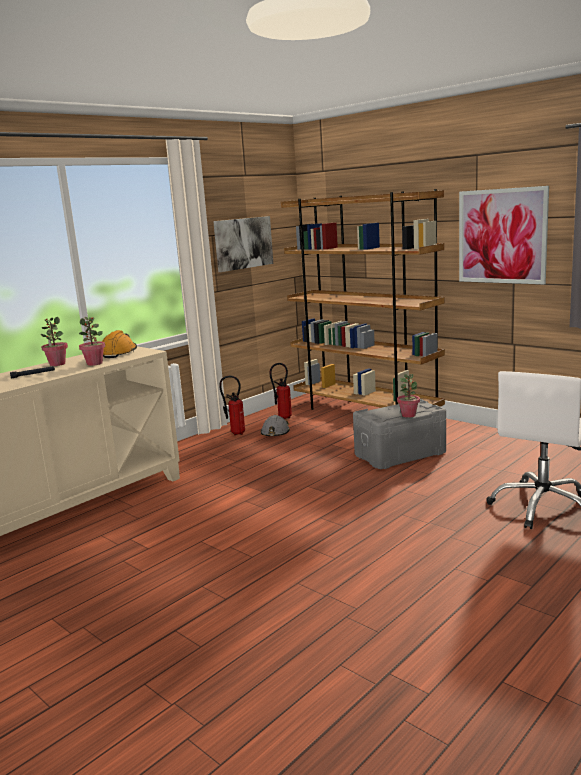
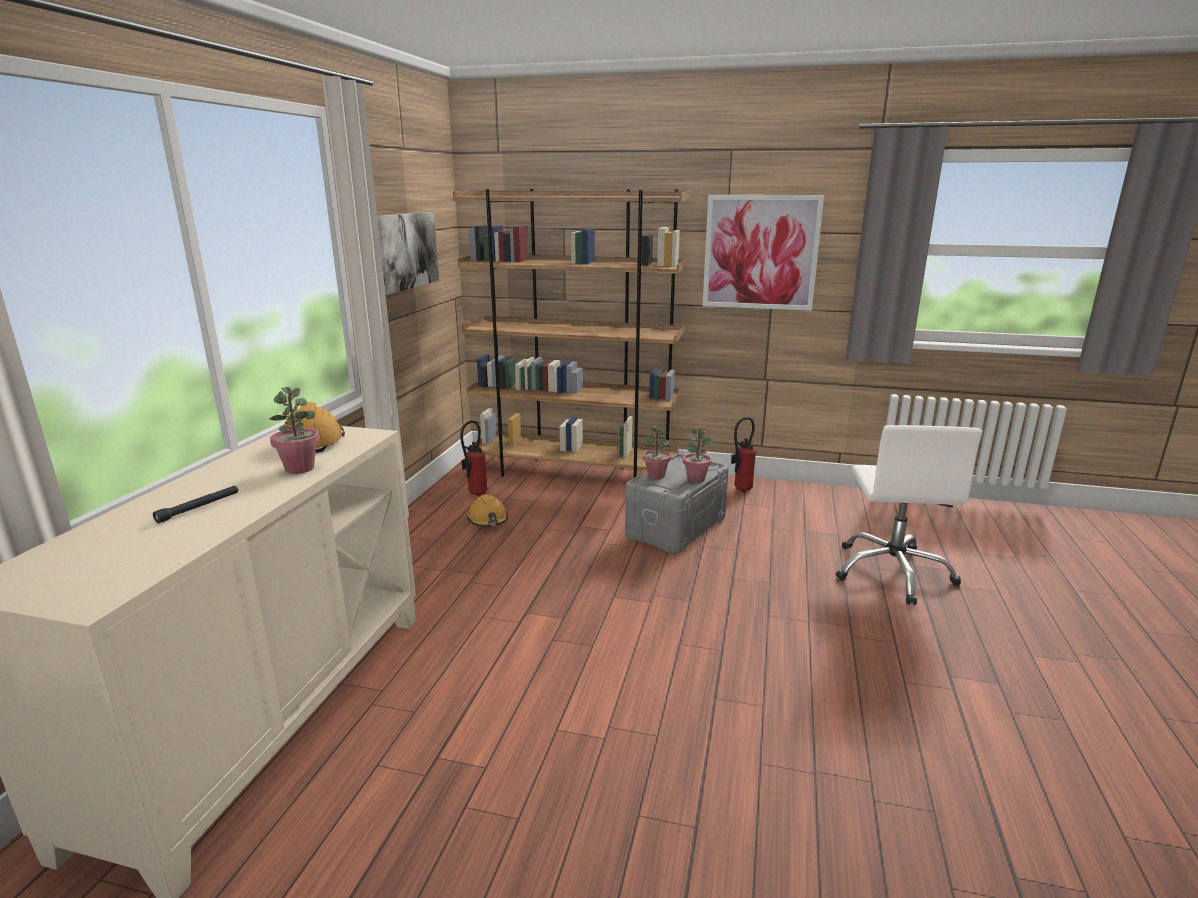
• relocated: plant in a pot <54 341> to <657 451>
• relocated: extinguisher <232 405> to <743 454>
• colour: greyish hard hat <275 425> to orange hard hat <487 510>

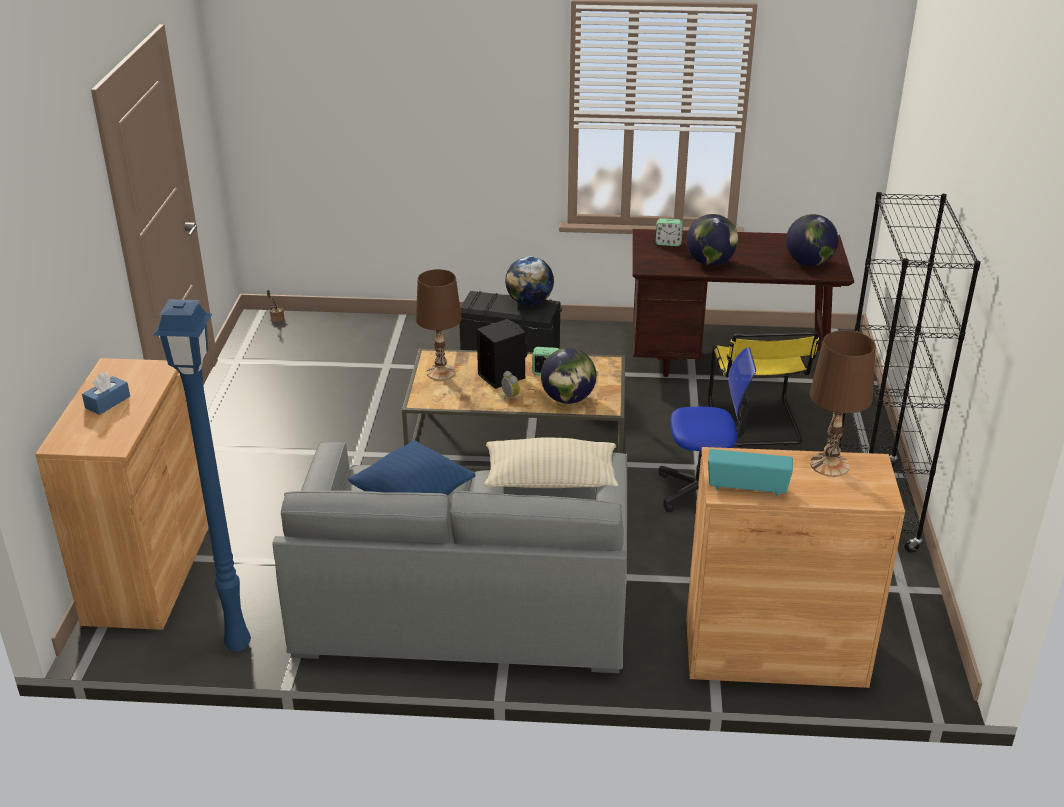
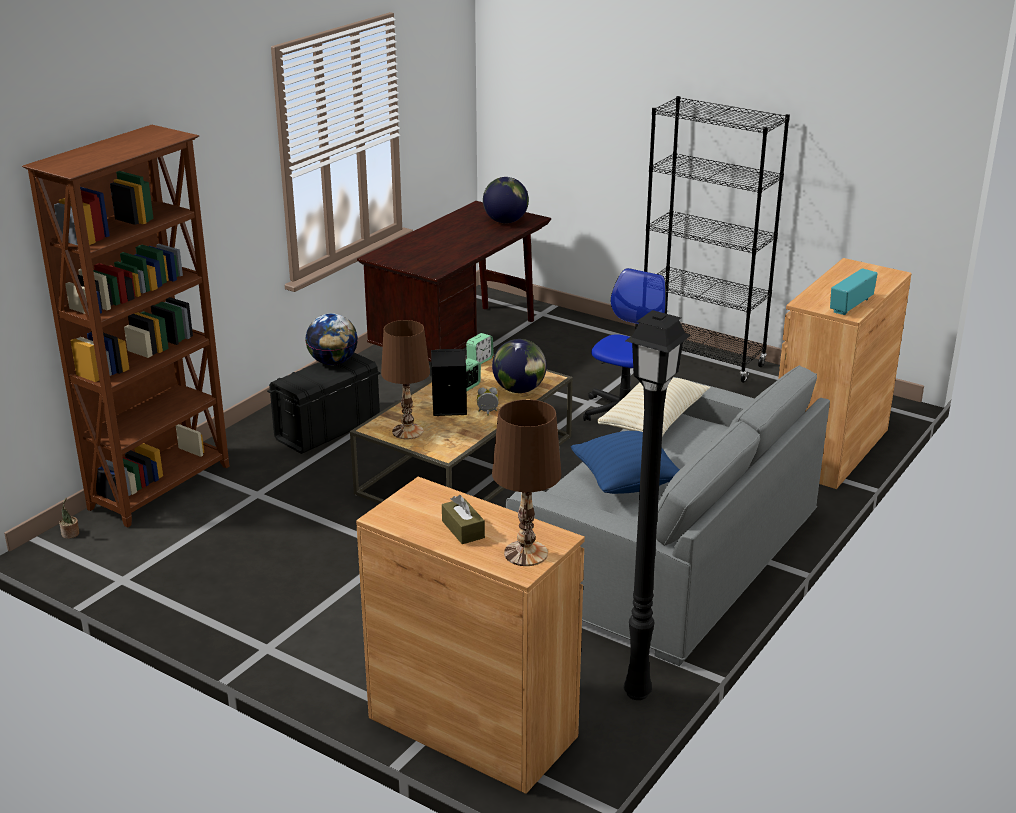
• missing: world globe <712 240>
• missing: yellow-coloured chair <764 389>
• appeared: brown-coloured shelving unit <125 326>
• relocated: bedside clock <669 232> to <480 348>
• relocated: brown-coloured lamp for a table <843 403> to <527 482>
• colour: bluish tissue box <106 393> to brown-coloured tissue box <463 519>
• colour: bluish floor lamp <202 475> to blackish floor lamp <657 505>

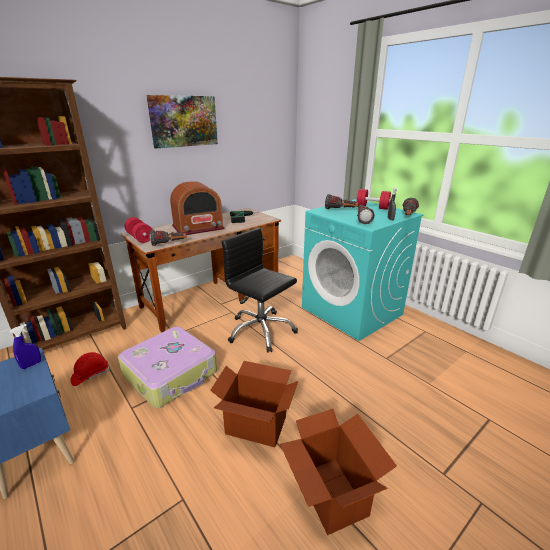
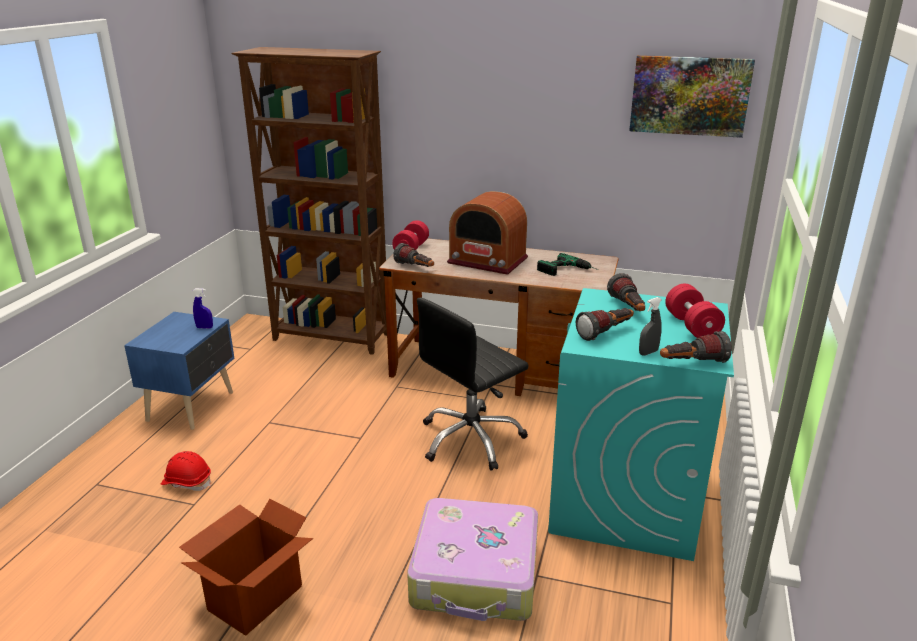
• missing: packing box <254 404>
• relocated: reddish hard hat <90 369> to <186 471>
• relocated: piece of luggage <167 367> to <472 559>
• relocated: wall picture <182 121> to <692 96>
• spun: blackish desk chair <260 290> = <473 384> 135 degrees counterclockwise

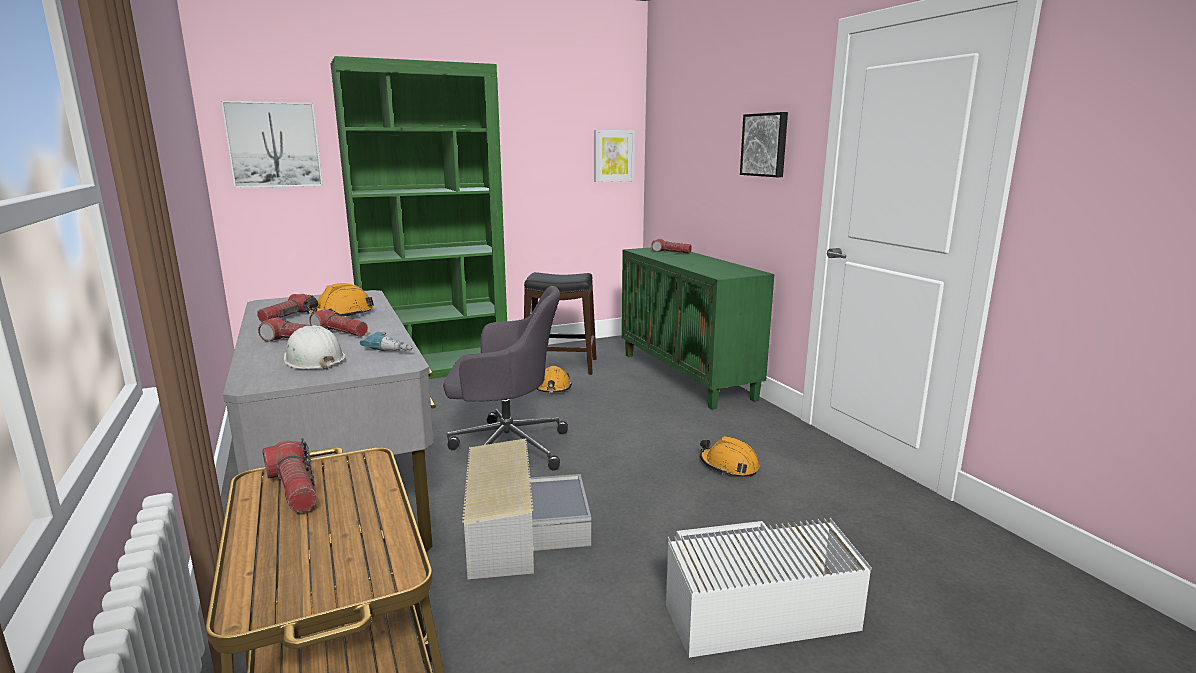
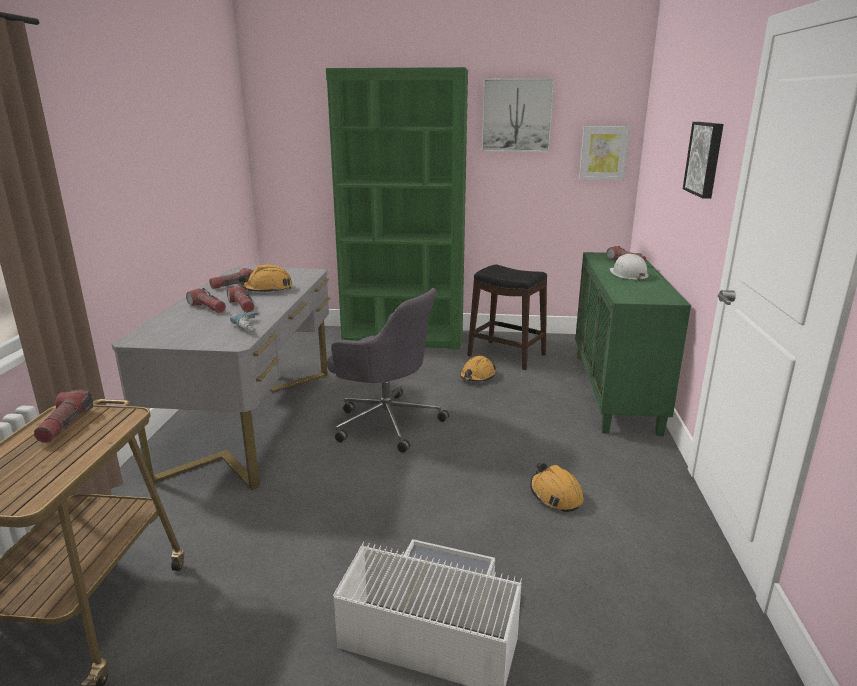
• missing: greyish storage box <526 508>
• relocated: wall picture <272 144> to <518 115>
• relocated: white-coloured hard hat <315 347> to <629 267>

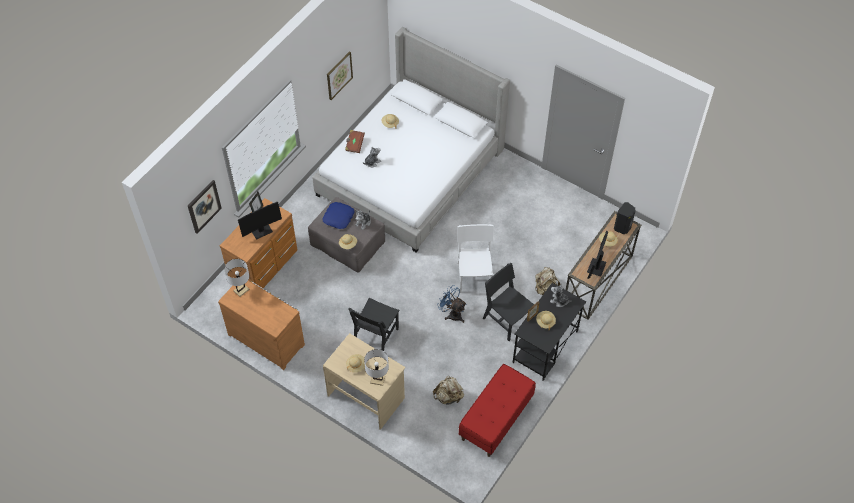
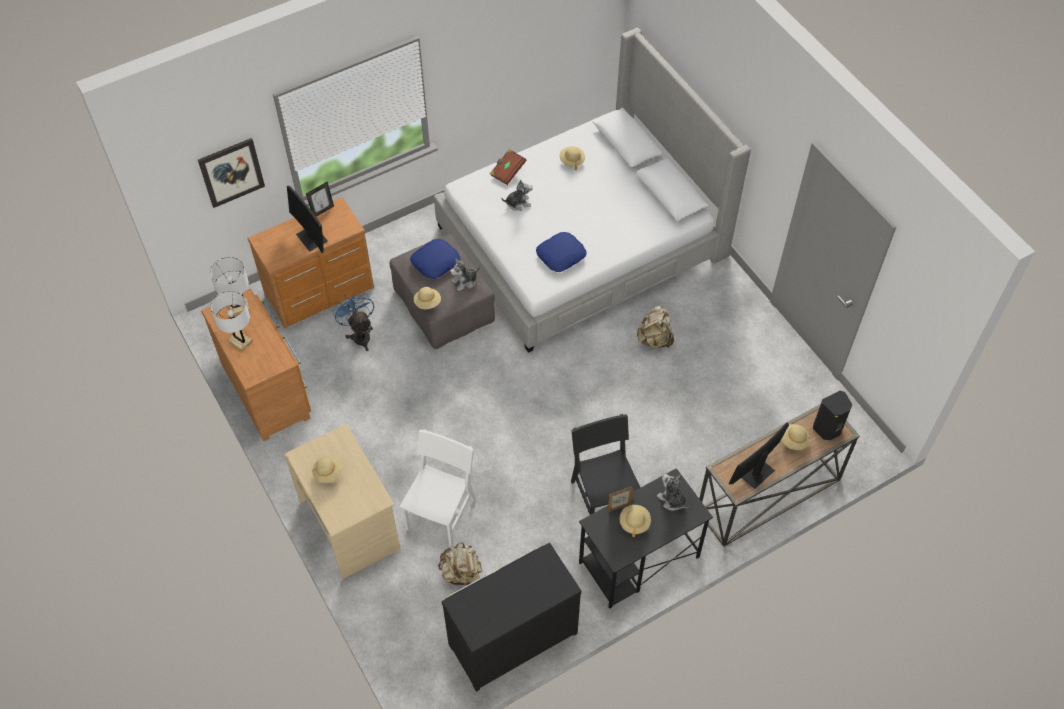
• missing: wall picture <340 76>
• missing: blackish chair <374 324>
• appeared: bluish pillow <561 252>
• relocated: white-coloured lamp for a table <376 367> to <231 321>
• relocated: bluish fan <452 304> to <353 321>
• relocated: white-coloured chair <475 258> to <438 488>
• relocated: sand-coloured rucksack <548 281> to <655 327>
• exchanged: reddish bench <497 410> to blackish drawer chest <512 617>
• spun: computer screen <260 221> = <307 219> 60 degrees clockwise

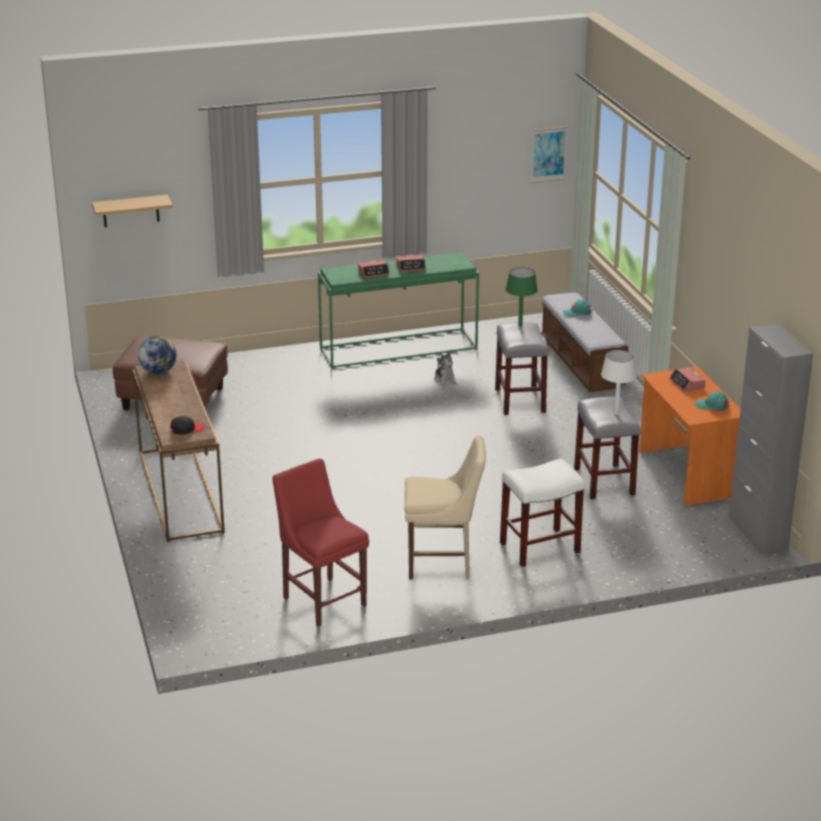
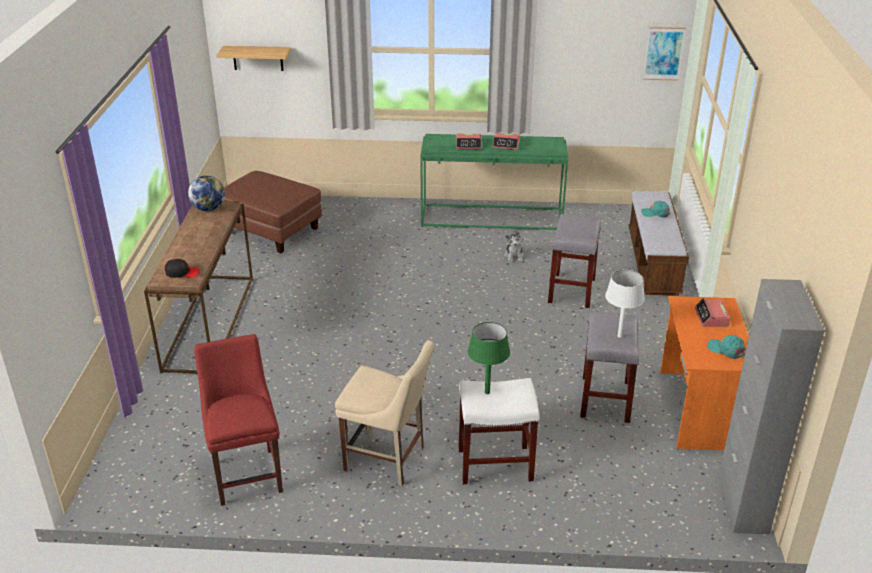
• relocated: greenish lamp for a table <522 296> to <489 358>

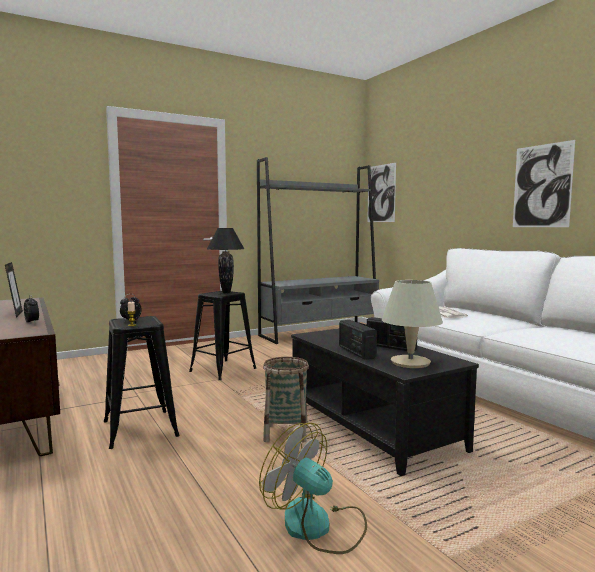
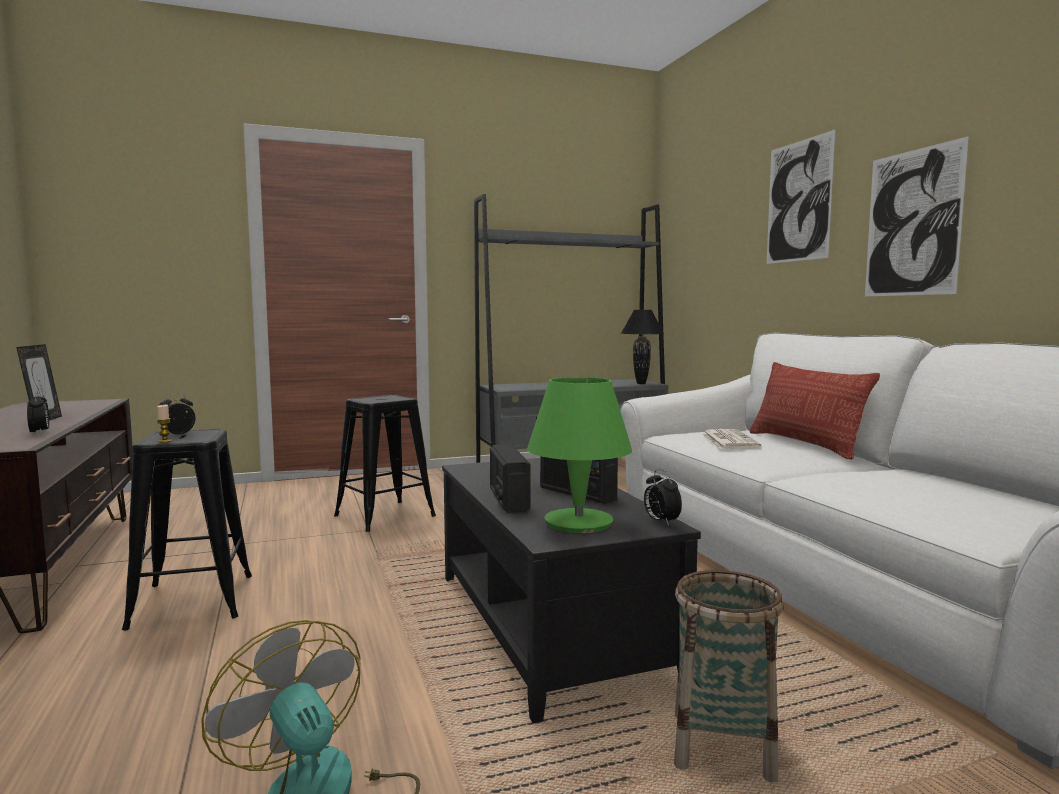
• appeared: bedside clock <663 497>
• appeared: pillow <814 411>
• relocated: blackish lamp for a table <225 260> to <642 347>
• relocated: household basket <286 400> to <729 676>
• relocated: wall picture <381 192> to <801 197>
• colour: sand-coloured lamp for a table <412 324> to greenish lamp for a table <579 455>

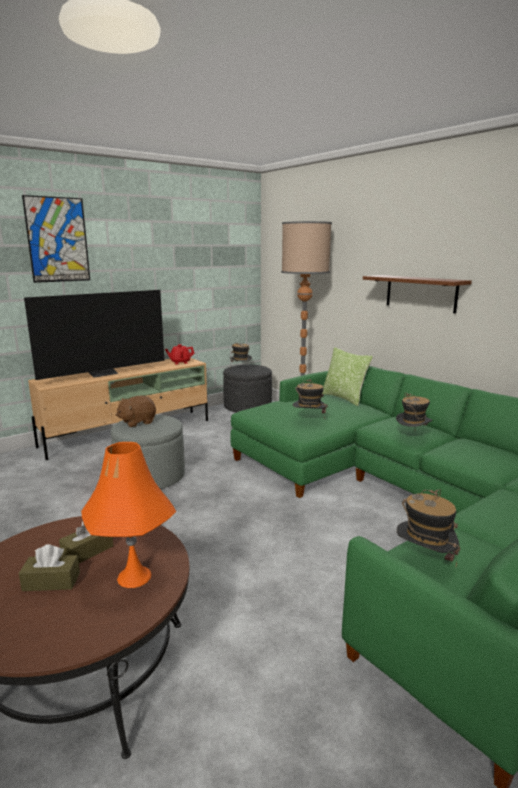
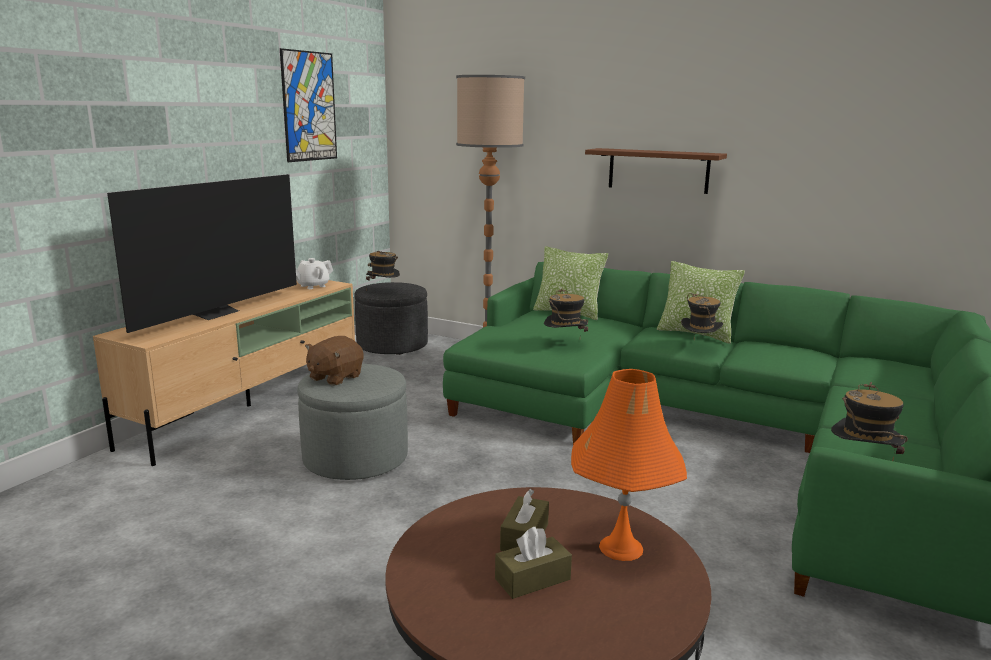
• appeared: pillow <701 302>
• relocated: wall picture <56 239> to <308 105>
• colour: reddish pot for tea <180 354> to white-coloured pot for tea <314 273>

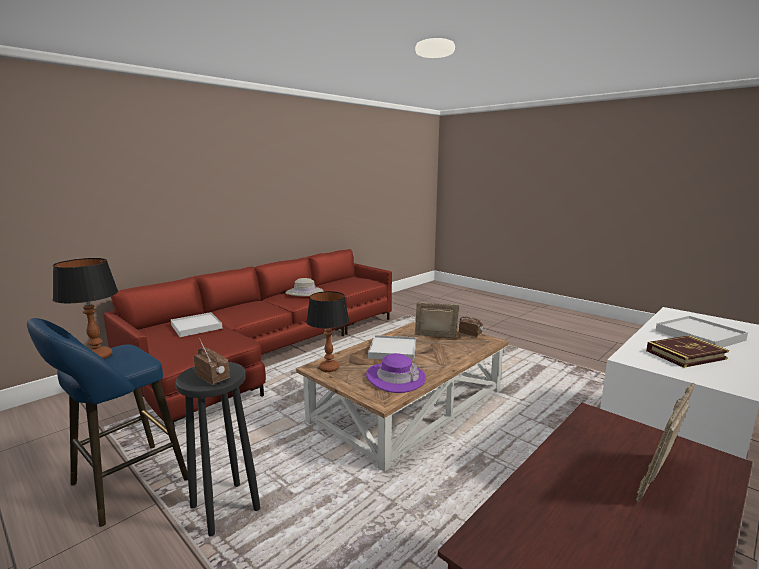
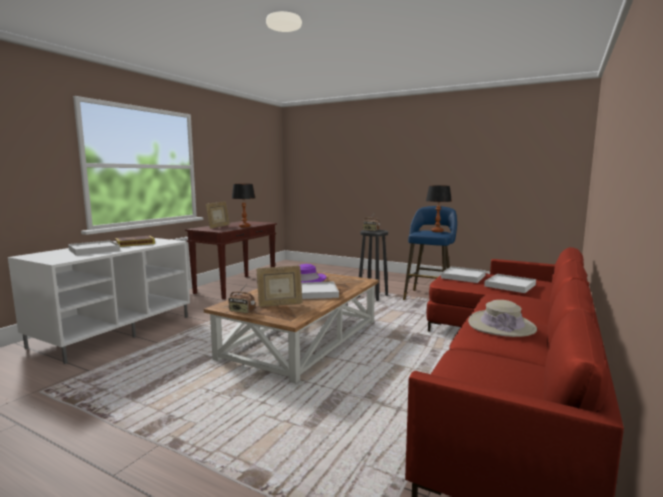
• appeared: white-coloured tray <463 274>
• relocated: lamp for a table <327 331> to <243 205>

